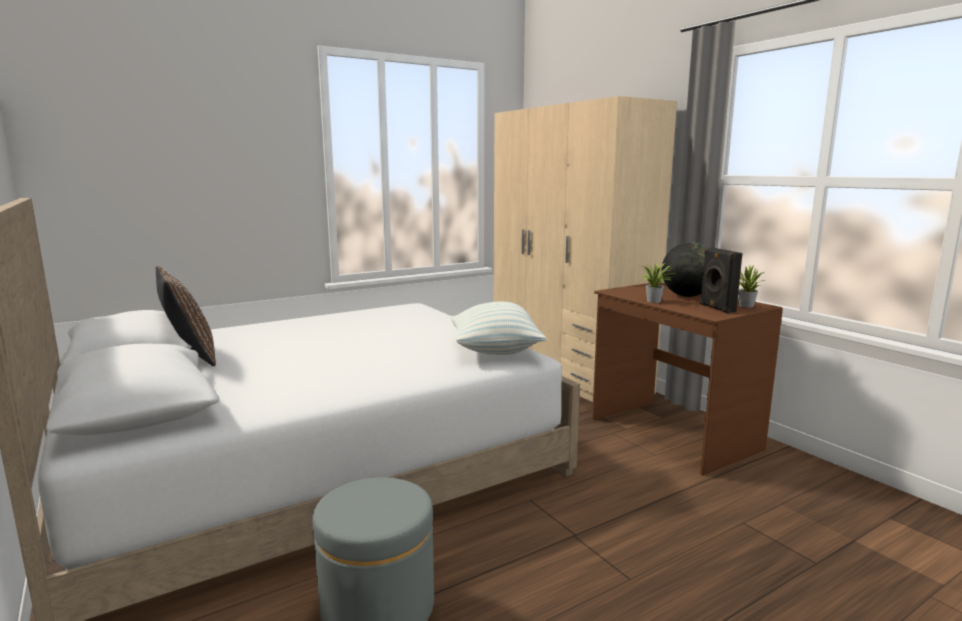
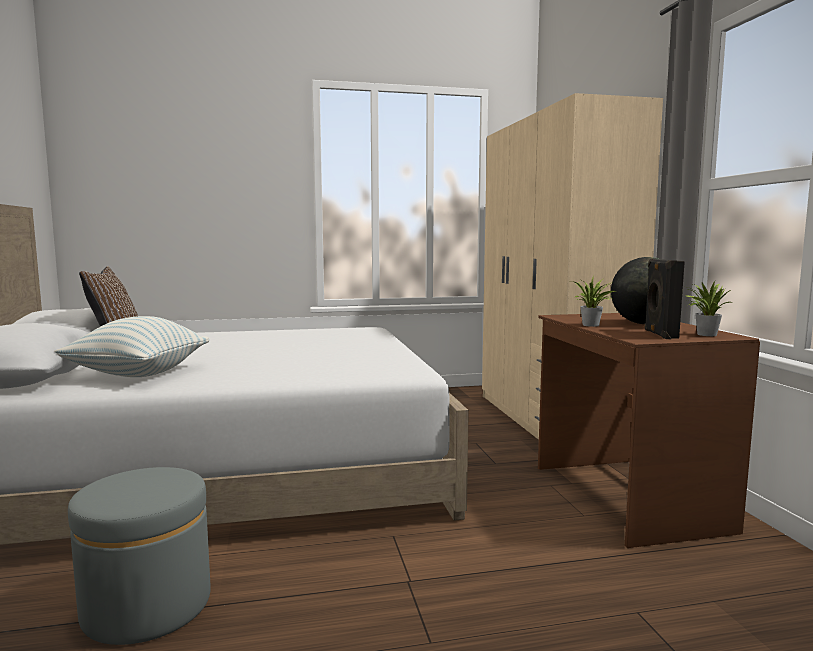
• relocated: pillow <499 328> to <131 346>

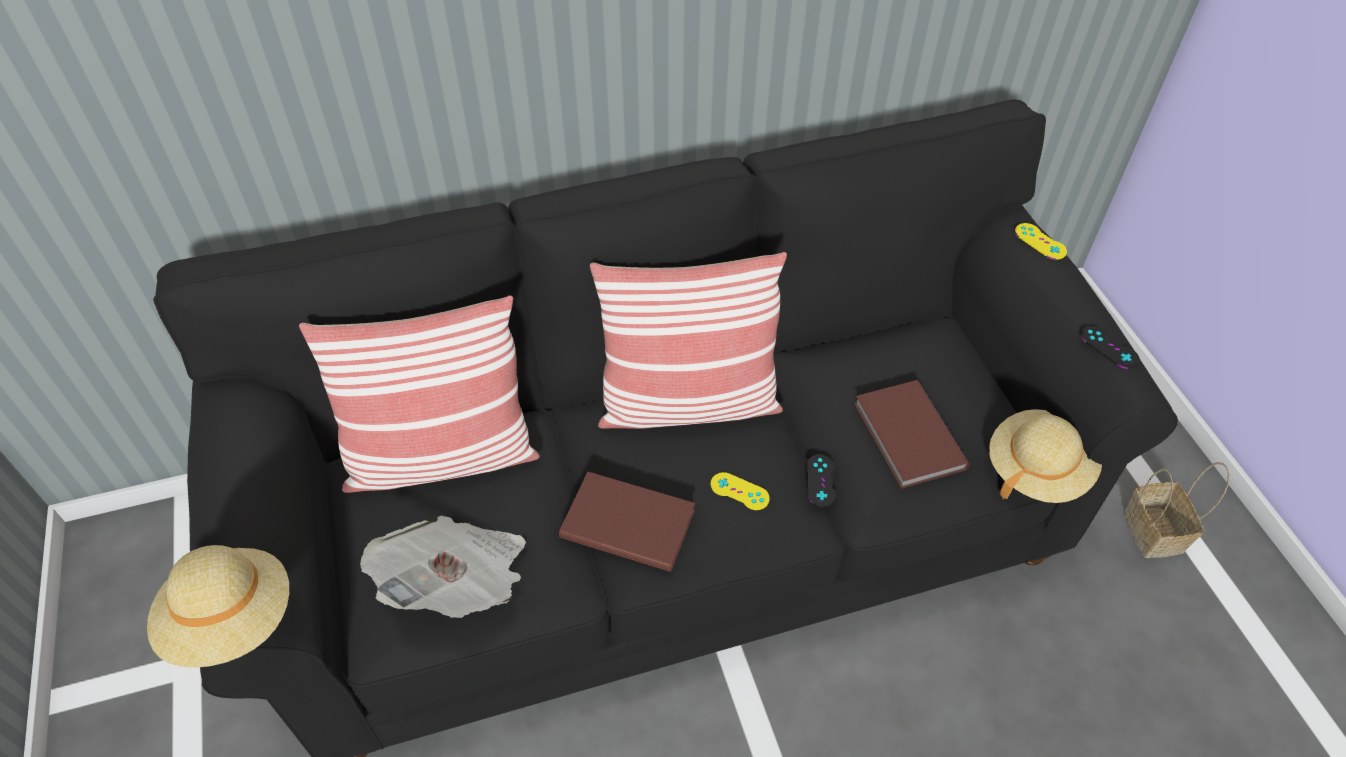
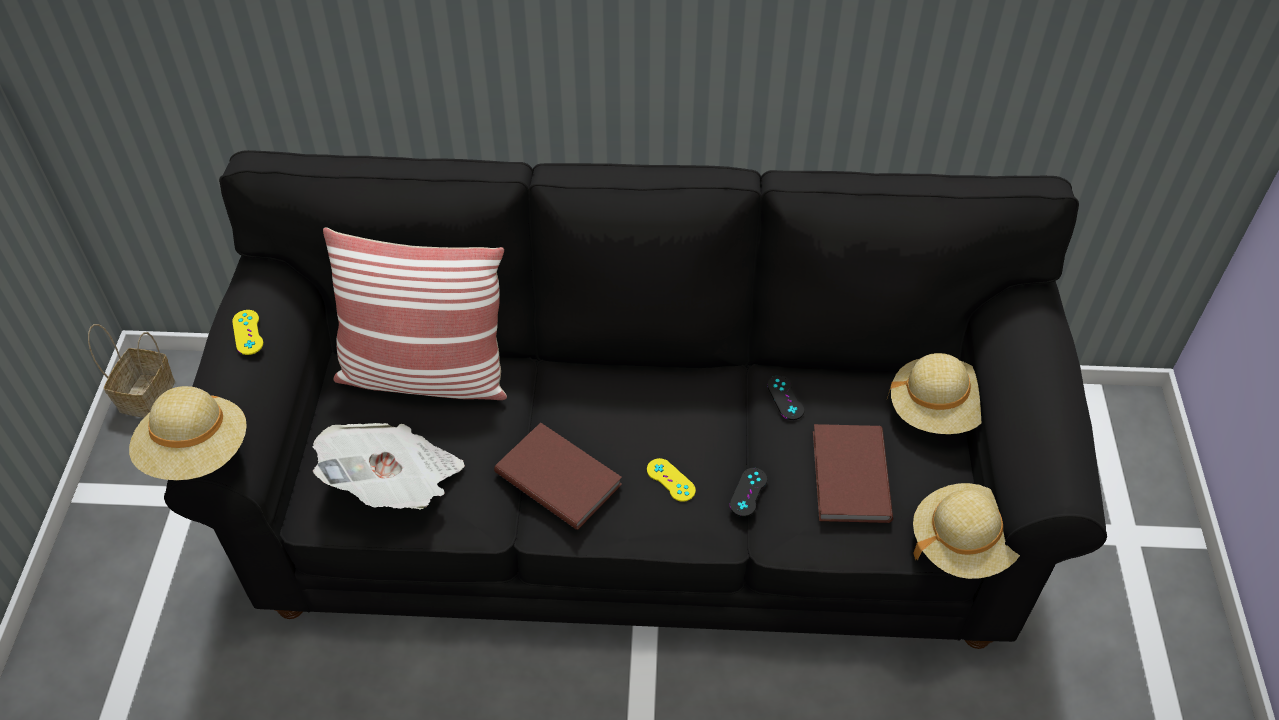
• missing: pillow <688 340>
• appeared: sand-coloured wearable hat <934 393>
• relocated: yellow-coloured gamepad <1041 241> to <247 332>
• relocated: blackish gamepad <1110 347> to <786 397>
• relocated: household basket <1176 510> to <131 371>

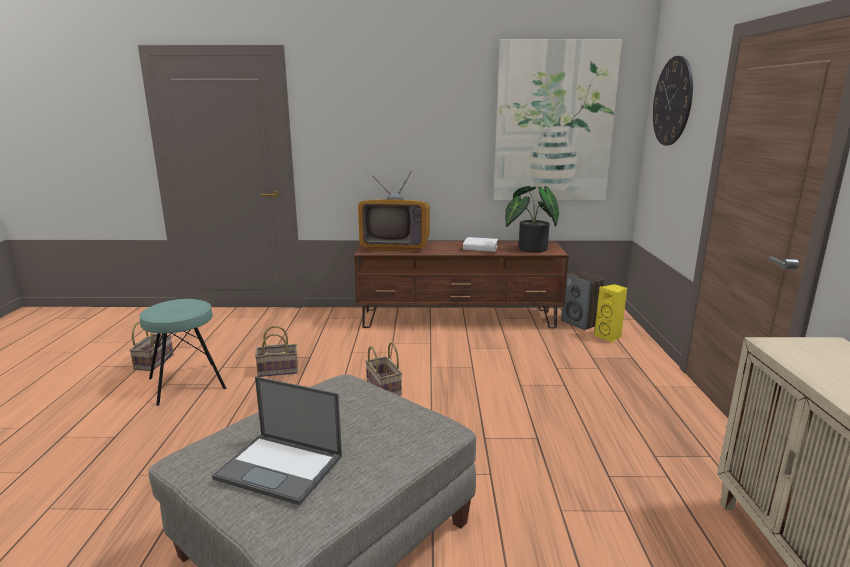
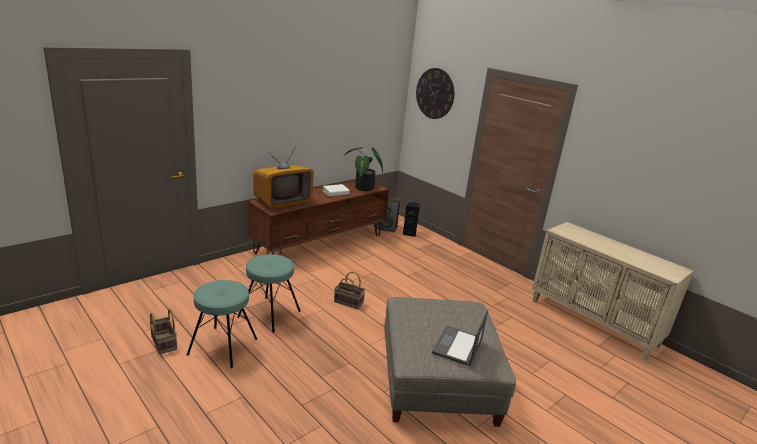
• missing: wall picture <557 119>
• exchanged: household basket <276 351> to blue-green stool <269 293>
• colour: yellow-coloured loudspeaker <610 313> to blackish loudspeaker <411 219>
• spun: portable computer <277 440> = <460 337> 135 degrees clockwise

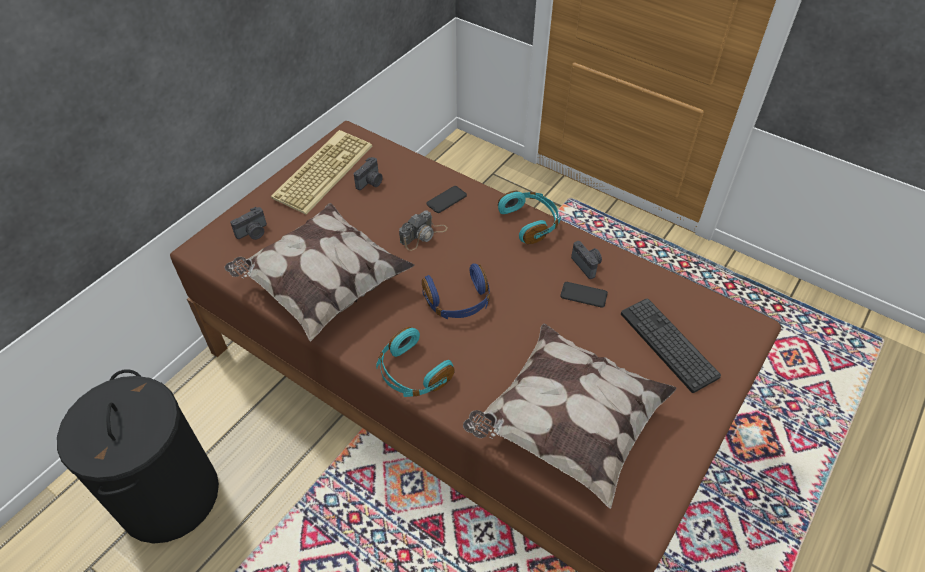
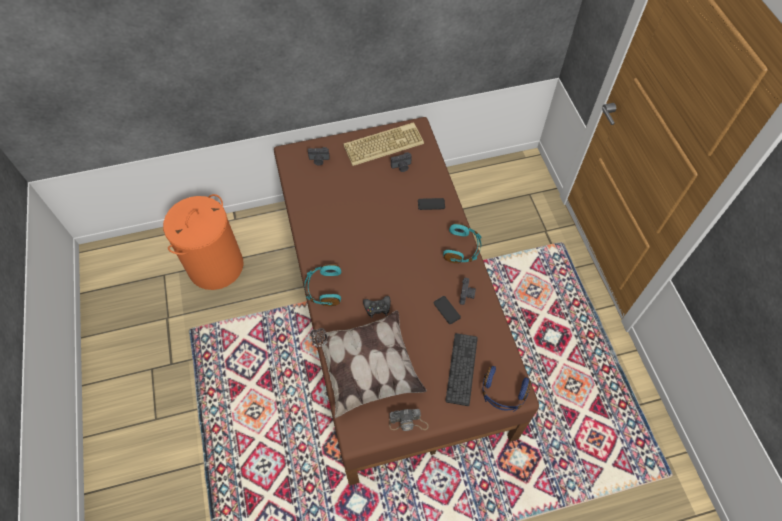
• missing: pillow <320 272>
• appeared: blackish gamepad <377 307>
• relocated: photo camera <423 230> to <408 420>
• relocated: bluish headset <456 291> to <507 389>
• colour: blackish hamper <138 456> to orange hamper <203 242>

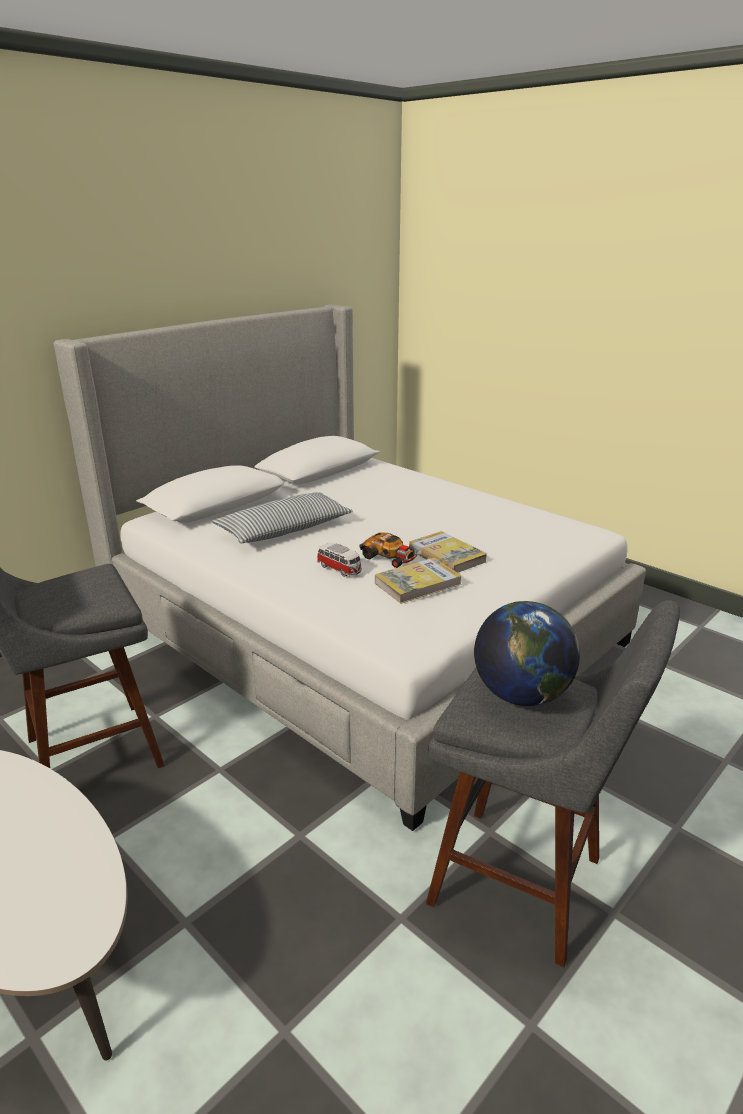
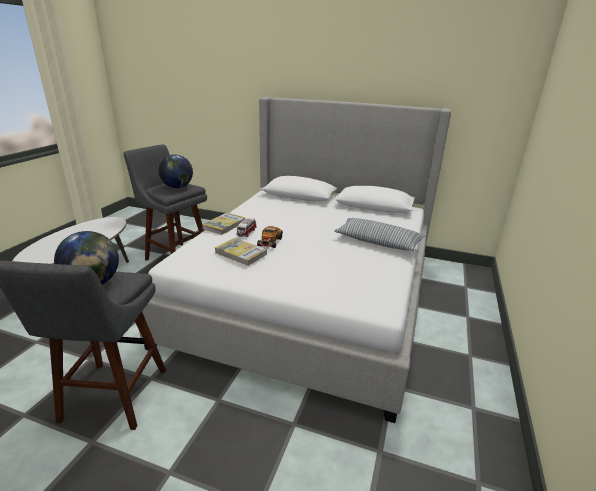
• appeared: world globe <176 171>
• relocated: pillow <282 517> to <380 234>
• relocated: bound book <448 552> to <224 224>

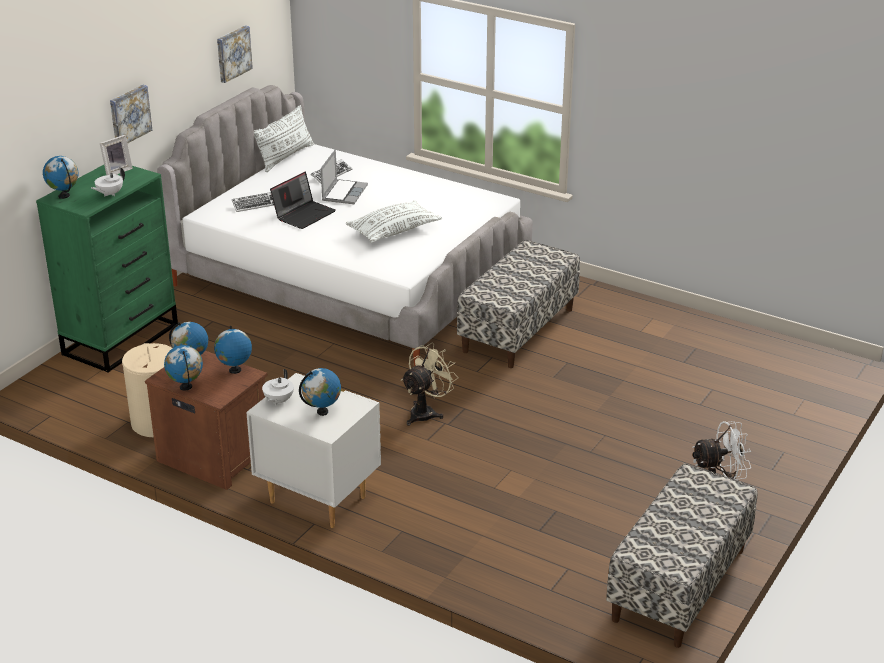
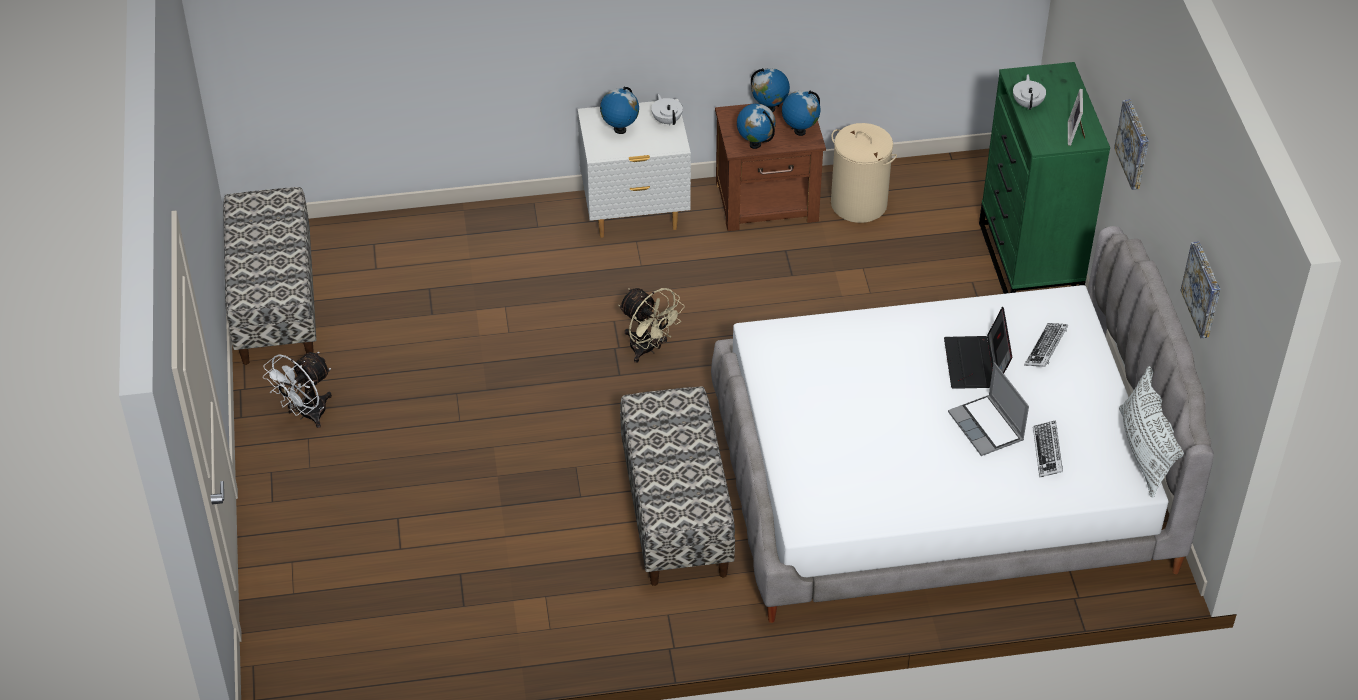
• missing: world globe <60 177>
• missing: white-coloured pillow <394 221>
• spun: sand-coloured fan <429 384> = <651 325> 45 degrees counterclockwise

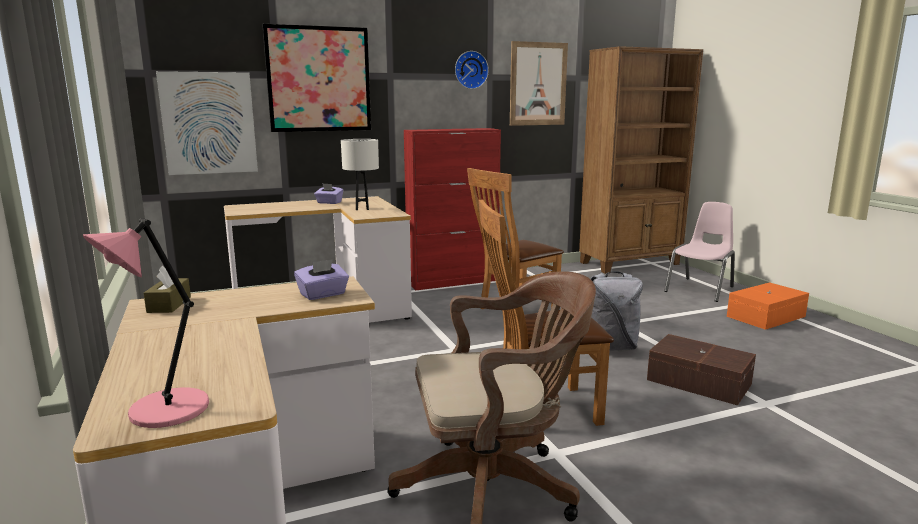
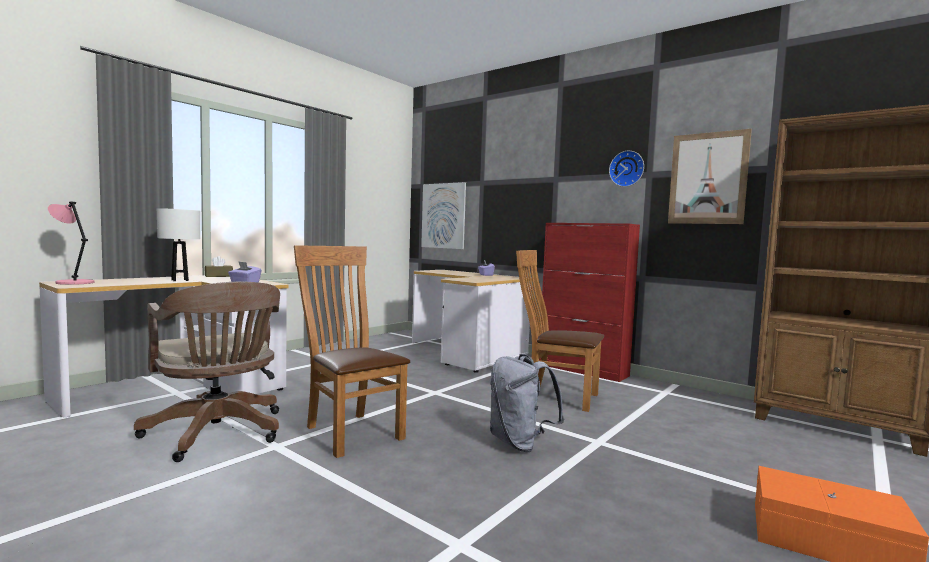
• missing: wall picture <316 78>
• missing: brown-coloured storage box <701 369>
• missing: pink-coloured chair <699 252>
• relocated: white-coloured lamp for a table <360 174> to <178 244>

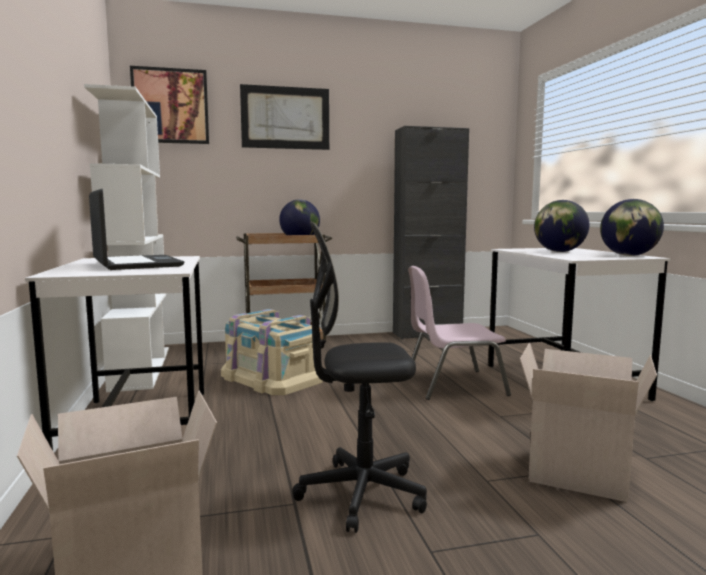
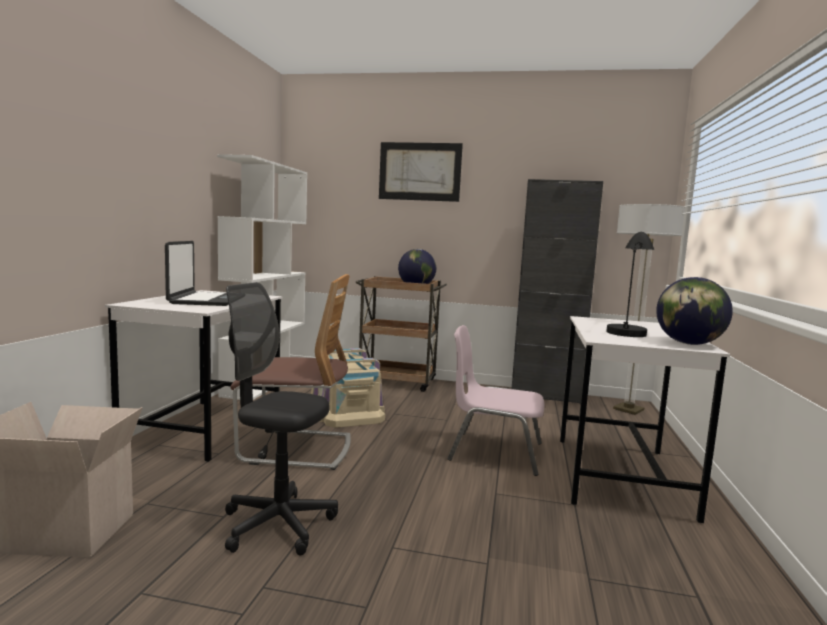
• missing: wall picture <169 105>
• missing: packing box <588 422>
• appeared: chair <290 372>
• appeared: floor lamp <649 309>
• exchanged: world globe <561 226> to blackish lamp for a table <630 284>

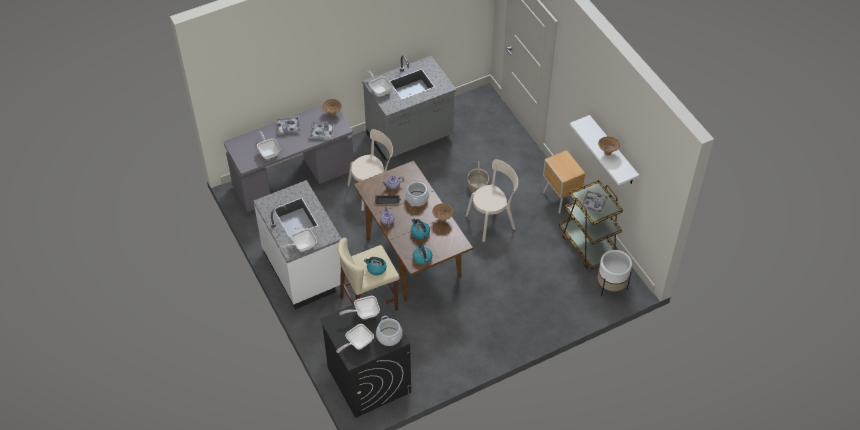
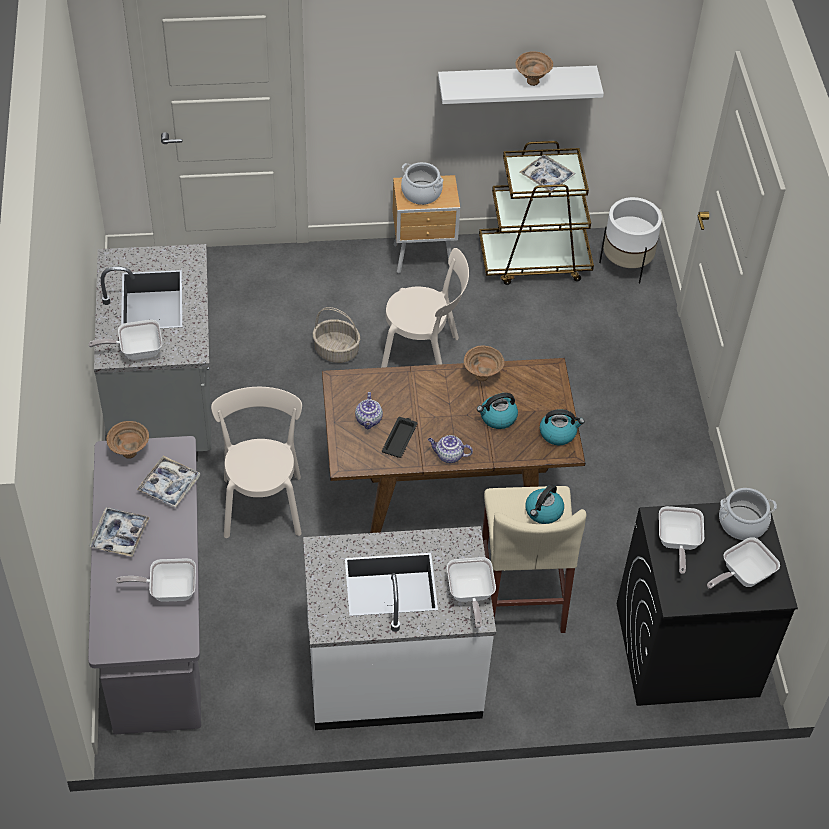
• relocated: saucepot <417 192> to <422 183>
• spun: frying pan <355 338> = <743 563> 75 degrees clockwise
• spun: sand-coloured chair <491 200> = <425 308> 105 degrees clockwise

